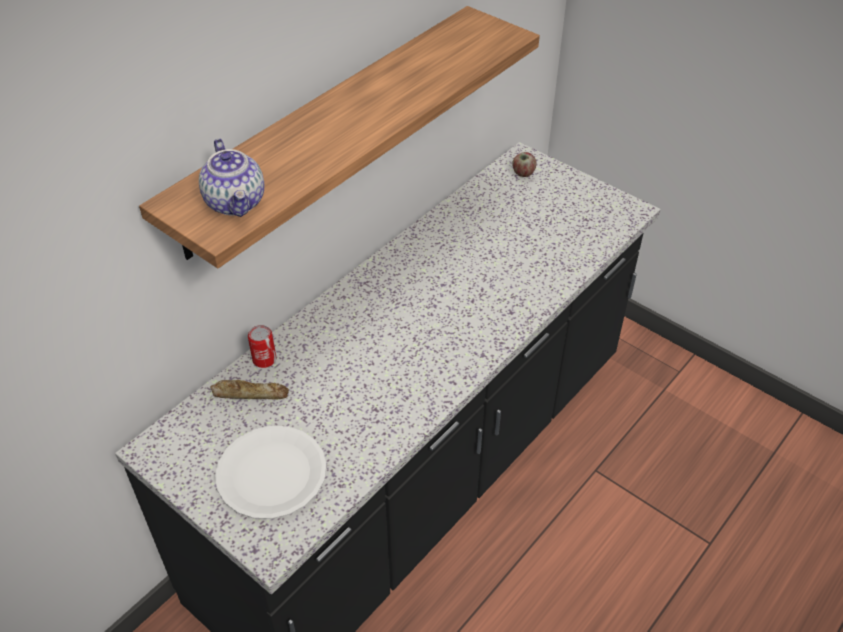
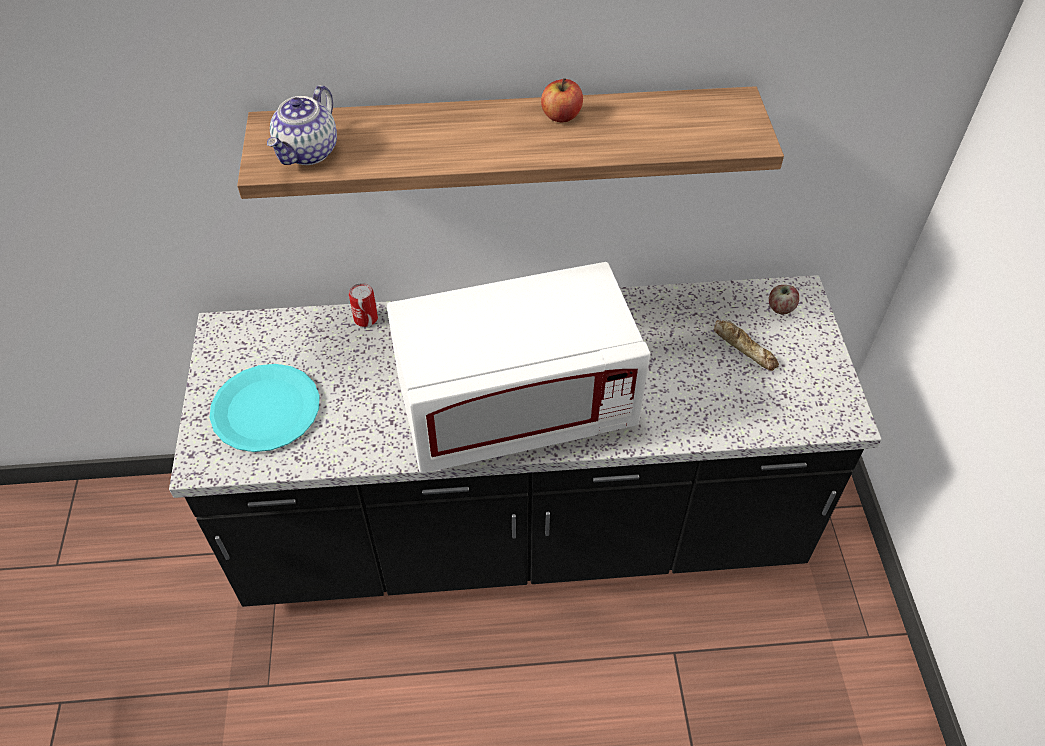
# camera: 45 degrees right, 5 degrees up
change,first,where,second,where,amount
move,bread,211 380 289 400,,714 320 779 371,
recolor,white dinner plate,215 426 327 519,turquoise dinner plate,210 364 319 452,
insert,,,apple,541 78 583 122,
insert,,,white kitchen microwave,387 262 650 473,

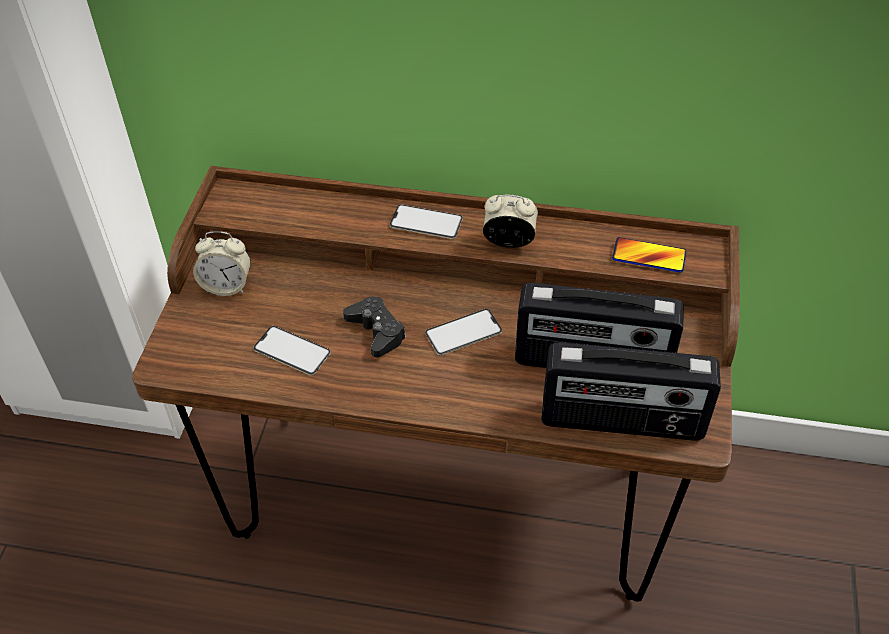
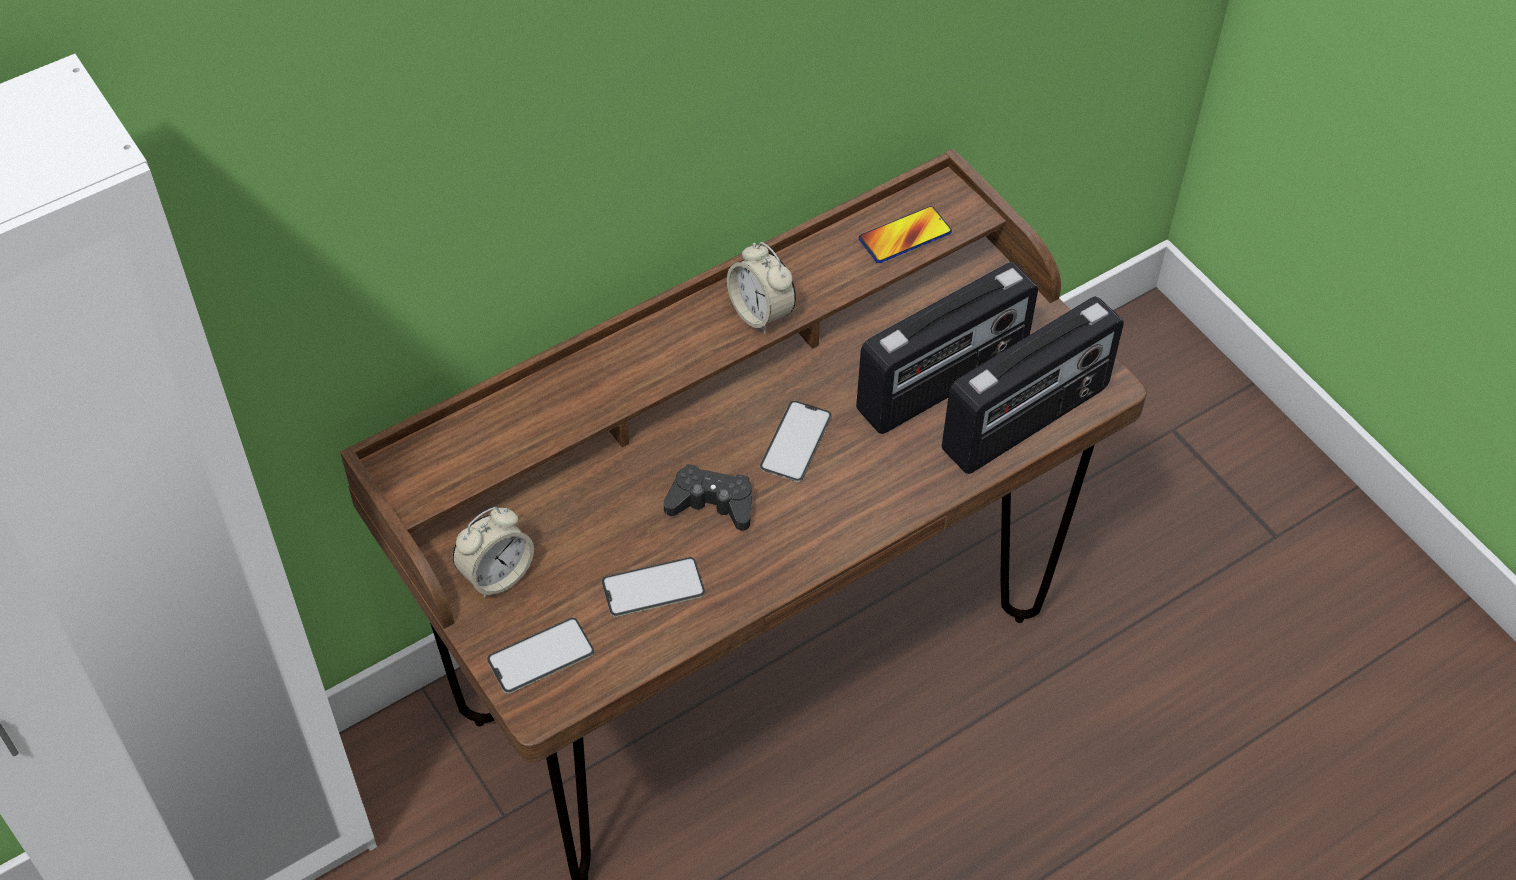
# camera: 45 degrees left, 5 degrees up
change,first,where,second,where,amount
rotate,bedside clock,483 195 538 248,,727 242 796 334,90 degrees counterclockwise
move,handset,390 204 463 239,,487 617 594 694,

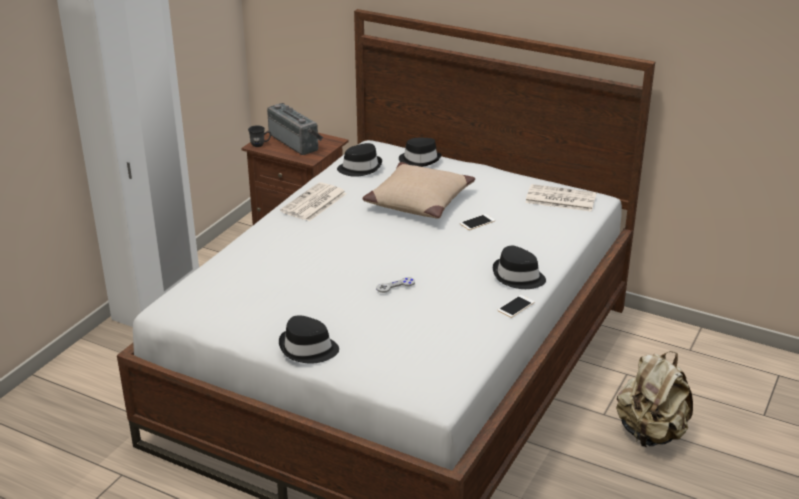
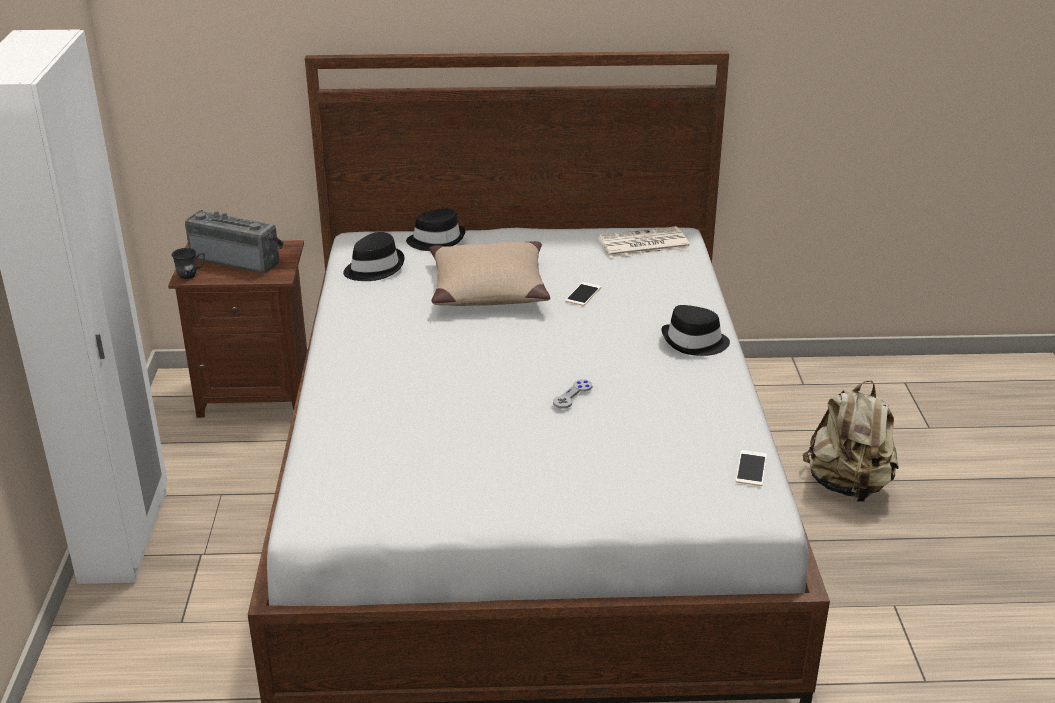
# camera: 30 degrees left, 0 degrees up
change,first,where,second,where,amount
delete,printed paper,280 182 347 221,,,
move,handset,497 295 535 318,,736 450 767 486,
delete,black-coloured wearable hat,279 315 339 364,,,

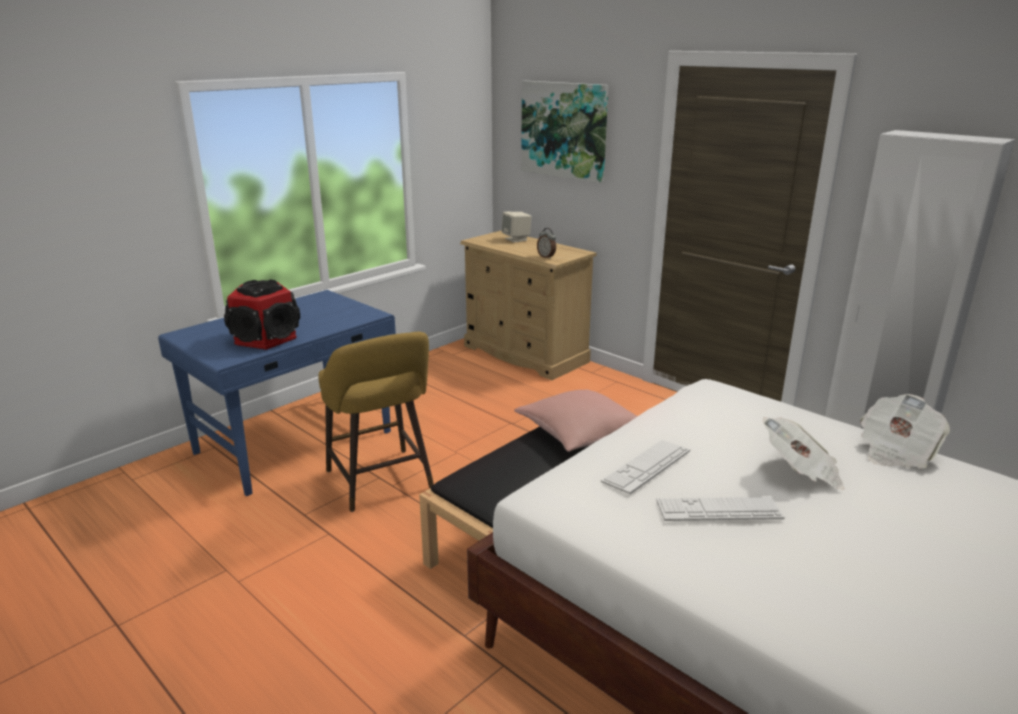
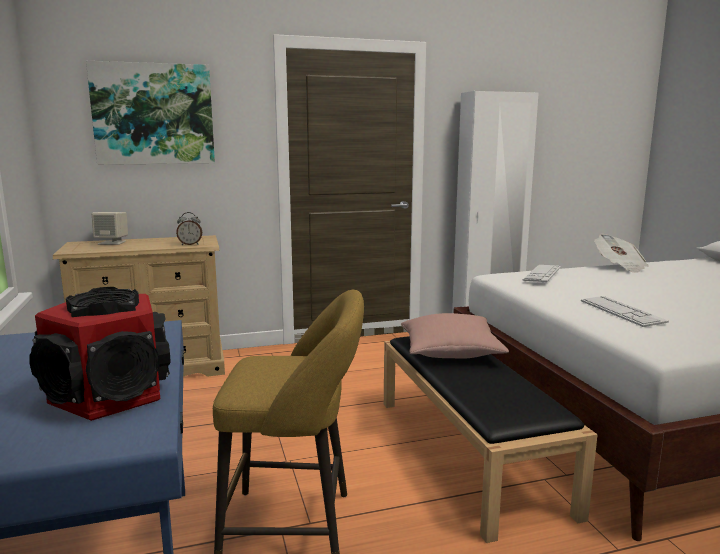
# camera: 60 degrees left, 10 degrees down
change,first,where,second,where,amount
delete,printed paper,763 417 845 490,,,
move,keyboard,656 497 785 521,,523 265 561 282,

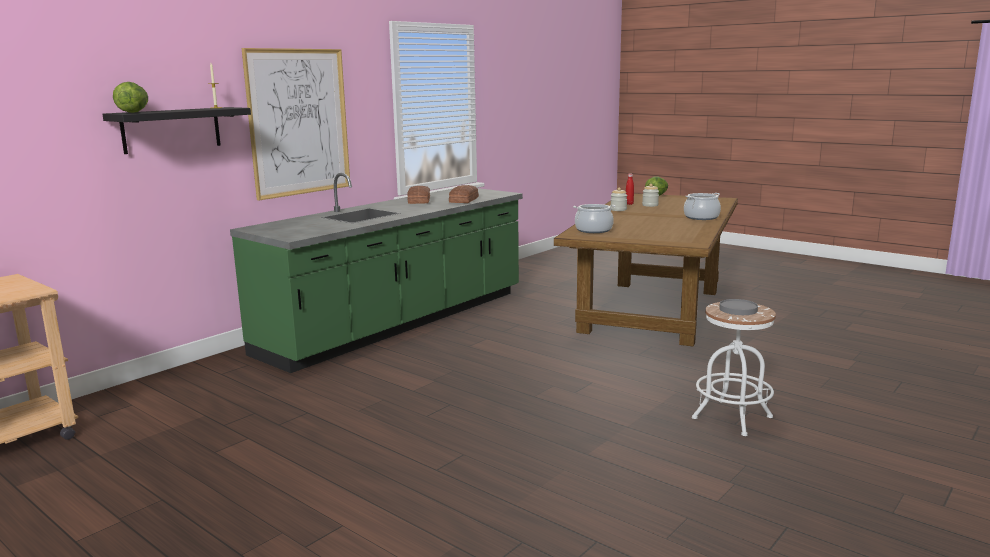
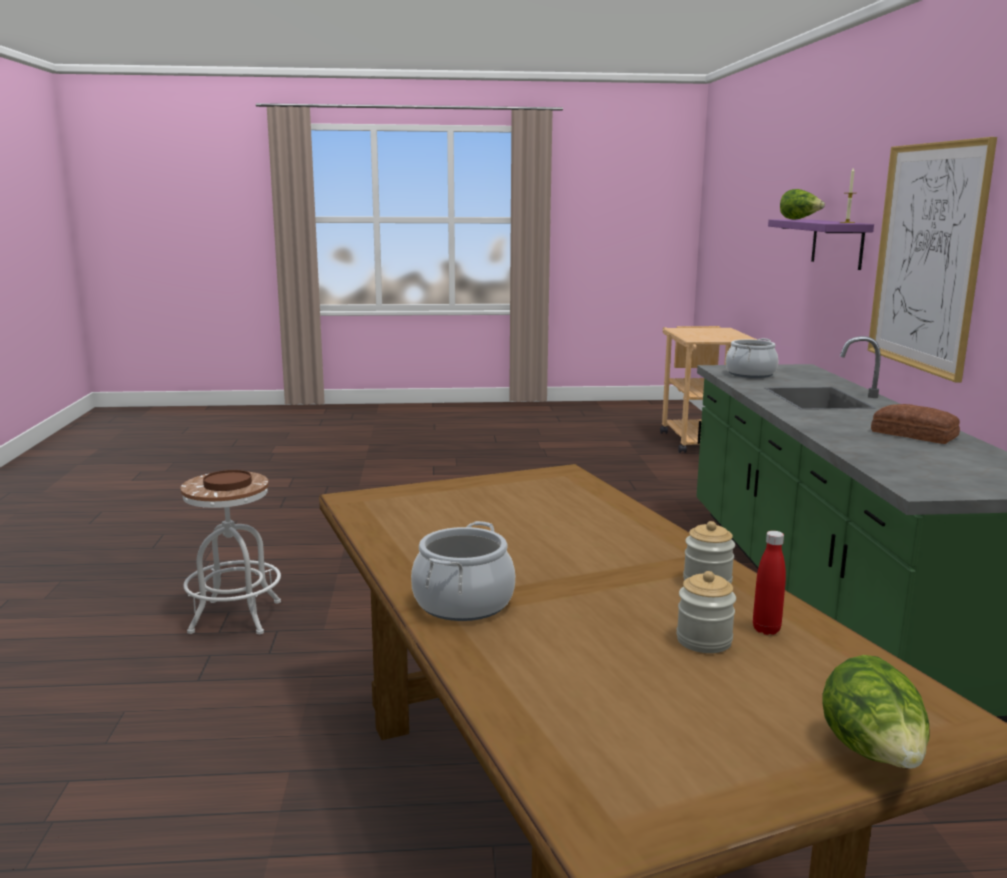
# camera: 135 degrees right, 0 degrees up
change,first,where,second,where,amount
recolor,black-coloured bracket shelf,102 107 251 154,purple bracket shelf,768 219 874 270,
delete,bread,449 185 479 203,,,
move,stockpot,573 204 615 233,,726 338 778 378,
recolor,greyish dinner plate,719 299 758 315,brown-coloured dinner plate,203 470 252 491,

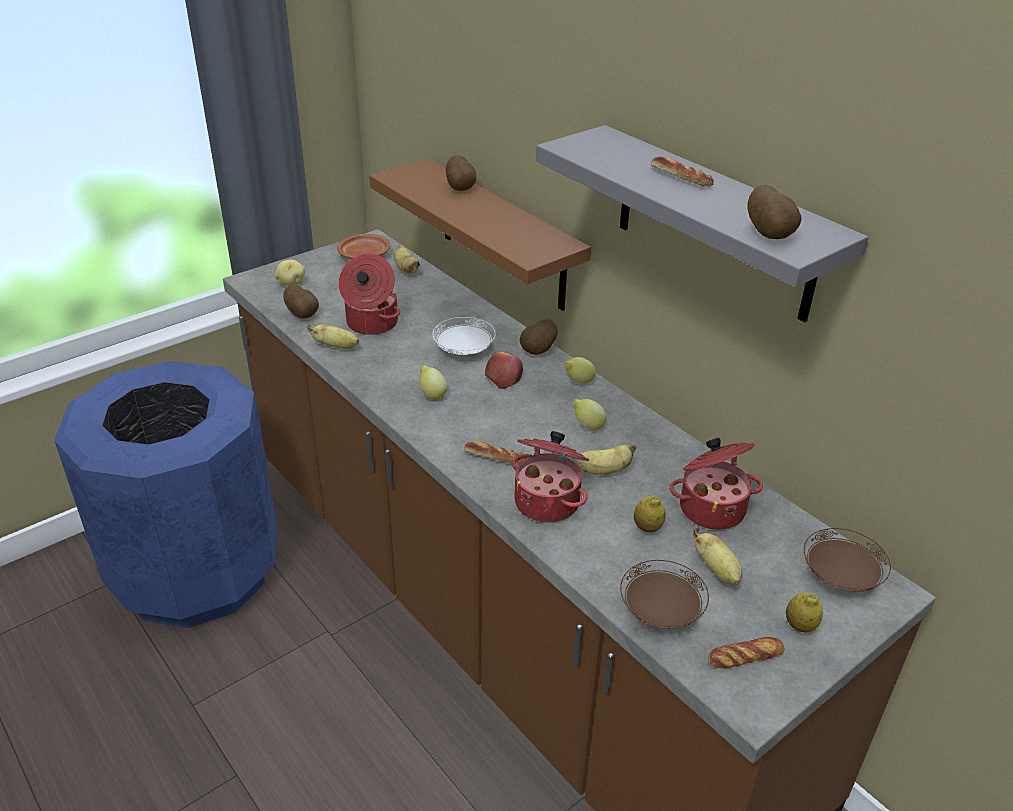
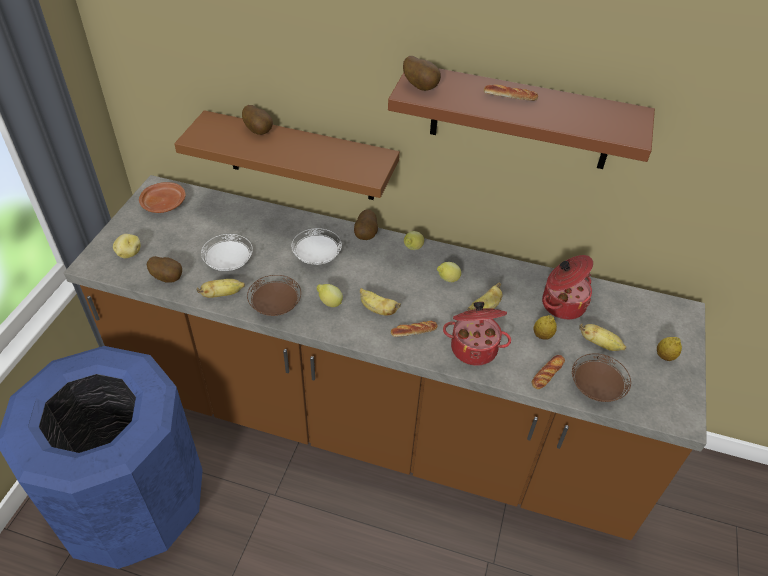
# camera: 35 degrees left, 10 degrees up
change,first,where,second,where,amount
recolor,greyish bracket shelf,536 125 869 322,brown-coloured bracket shelf,388 68 655 169,
move,whole potato,747 185 802 239,,403 56 441 91,
move,banana fruit,394 245 420 274,,360 288 401 315,
replace,stockpot,339 254 400 335,white dinner plate,201 234 253 271,
delete,apple,485 352 523 389,,,
move,brown-coloured dinner plate,804 528 891 592,,247 275 301 316,
move,bread,708 637 785 668,,531 355 565 389,

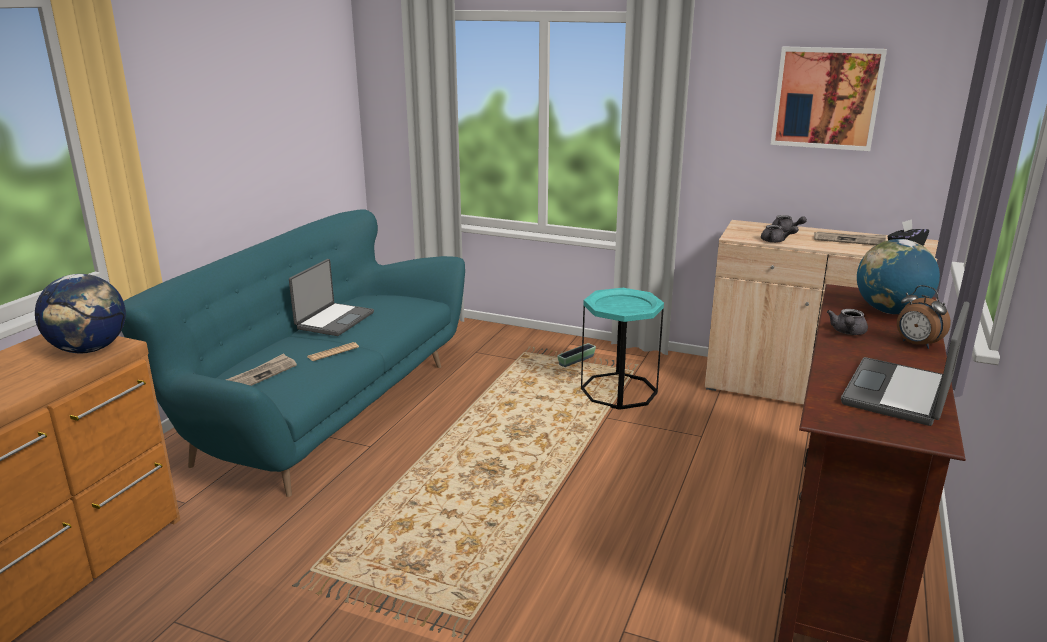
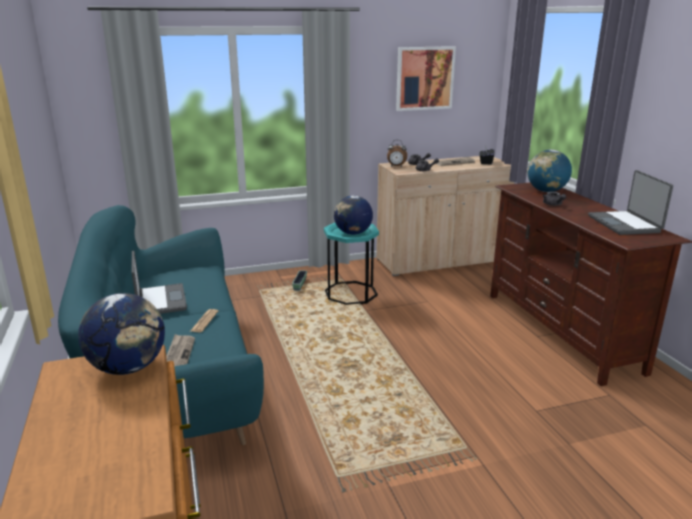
# camera: 40 degrees left, 0 degrees up
change,first,where,second,where,amount
move,bedside clock,897 285 951 349,,387 140 407 167,
insert,,,world globe,334 196 373 235,

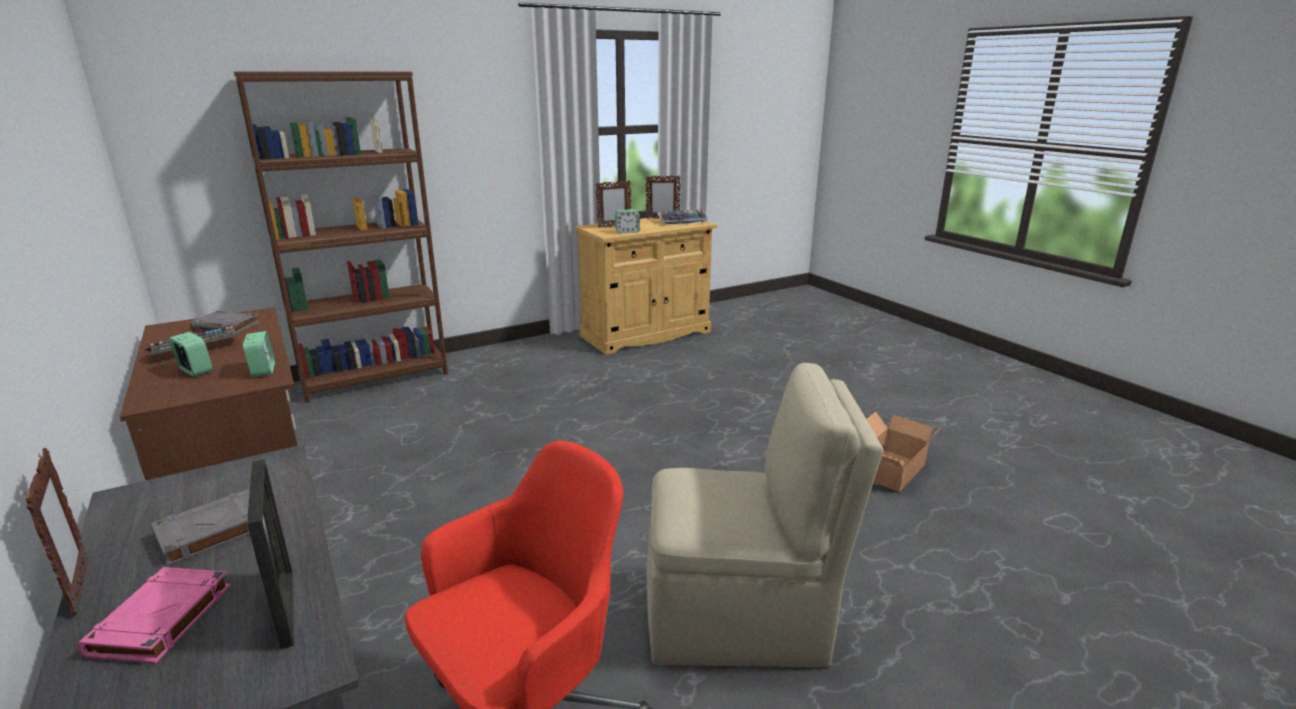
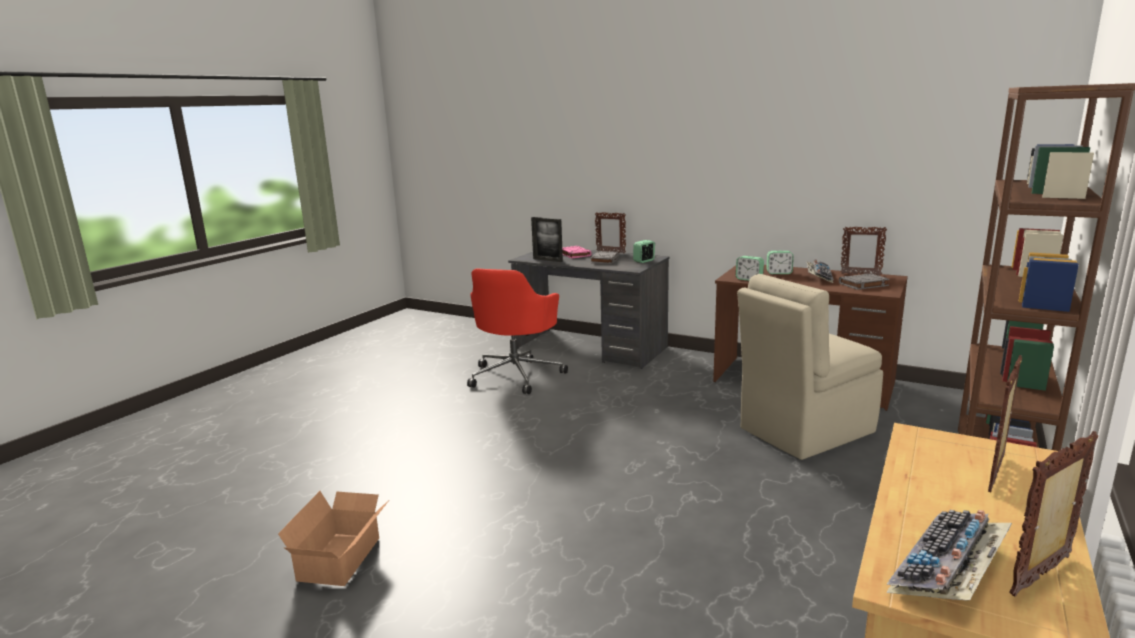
# camera: 150 degrees right, 5 degrees down
change,first,where,second,where,amount
move,bedside clock,615 210 640 233,,633 240 655 263,
move,sand-coloured chair,646 363 883 667,,737 274 883 460,
insert,,,picture frame,840 226 887 276,

